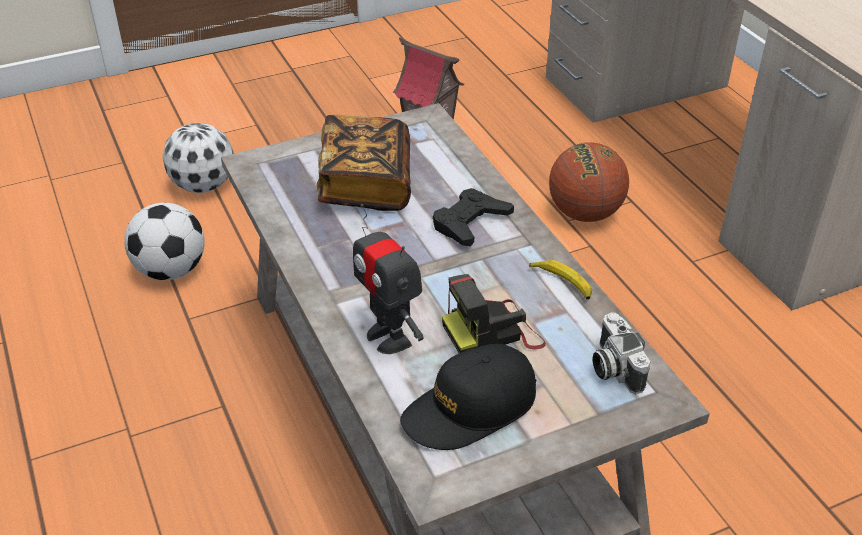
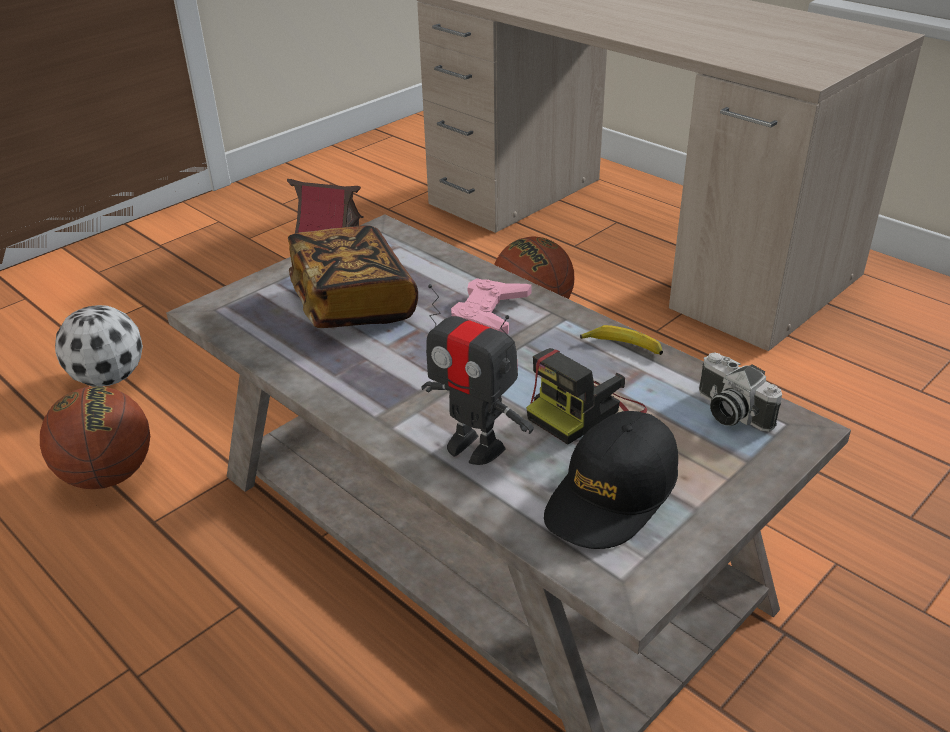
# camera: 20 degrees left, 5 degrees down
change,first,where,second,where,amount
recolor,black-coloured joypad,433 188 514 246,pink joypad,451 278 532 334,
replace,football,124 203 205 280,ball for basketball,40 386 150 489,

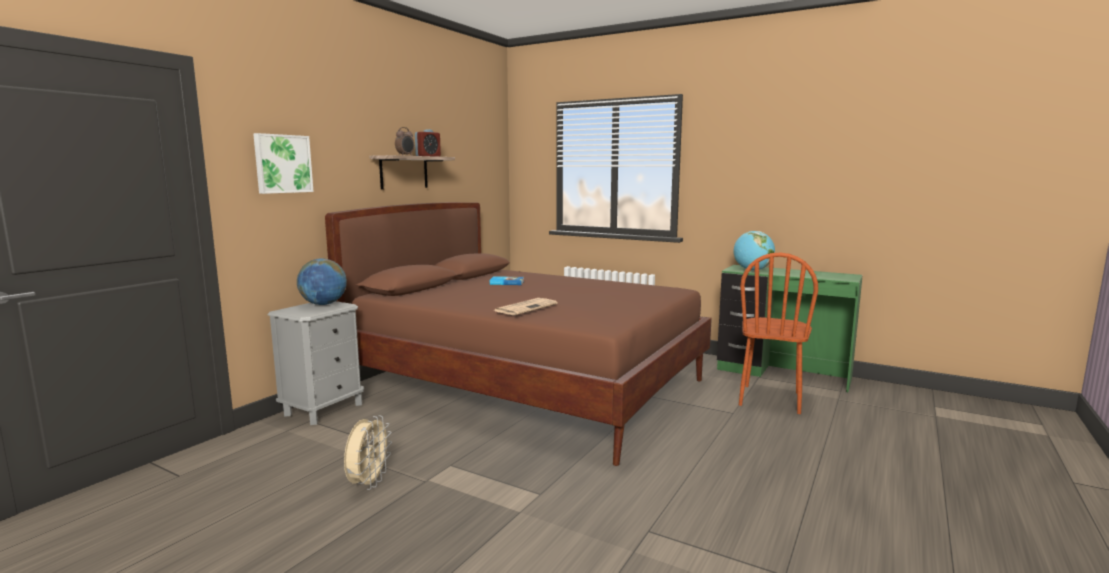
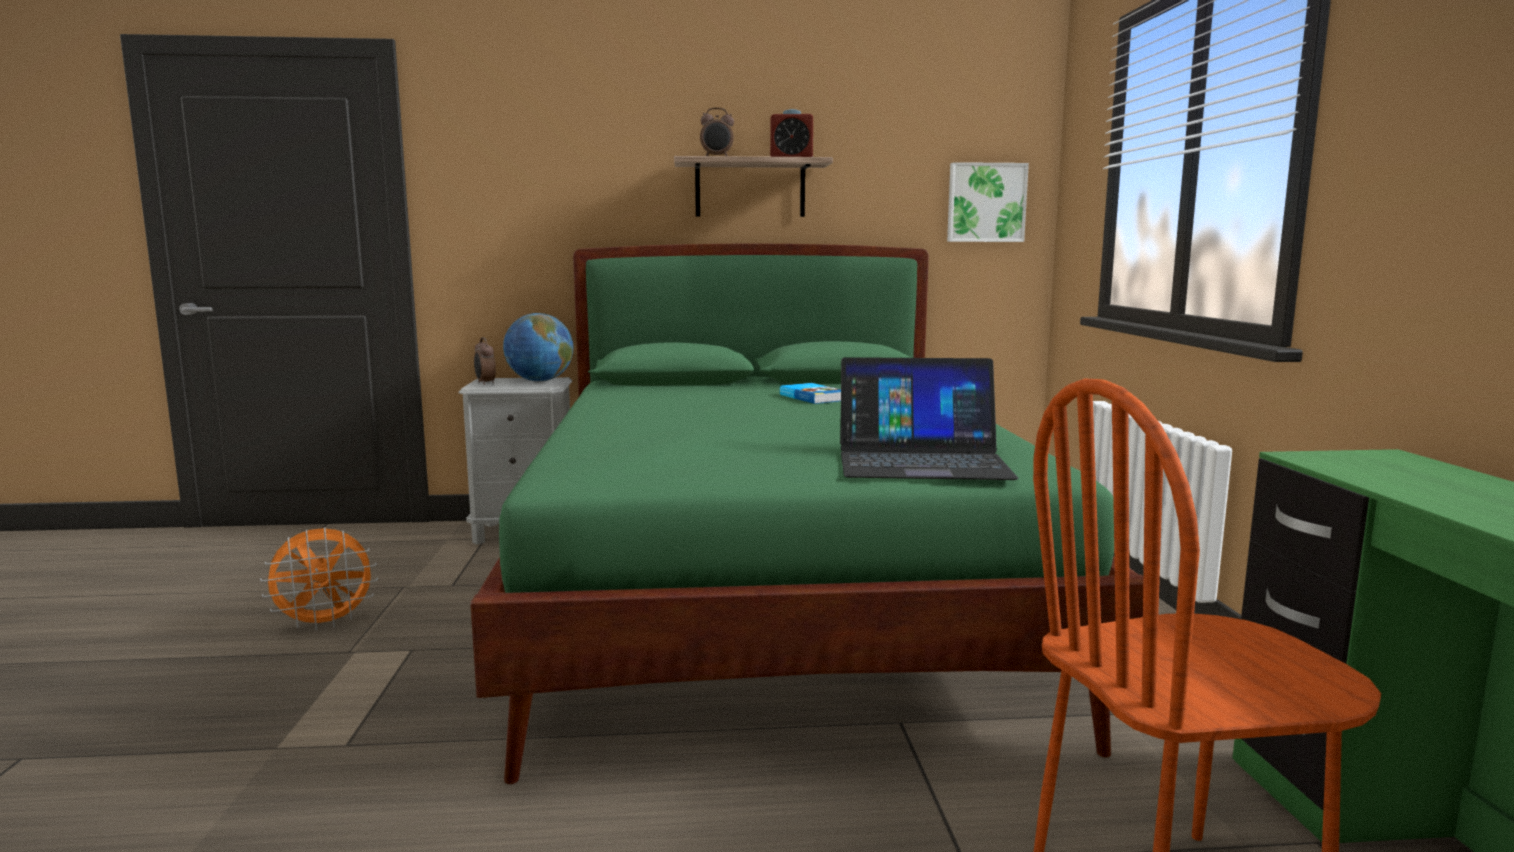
# camera: 55 degrees right, 0 degrees up
change,first,where,second,where,amount
move,wall art,253 133 314 194,,947 162 1029 242,
recolor,brown-coloured bedroom bed,325 202 712 466,green bedroom bed,470 244 1143 784,
delete,world globe,734 231 775 271,,,
delete,printed paper,494 298 558 315,,,
recolor,sand-coloured cooling fan,344 415 392 490,orange cooling fan,260 527 378 631,
insert,,,bedside clock,474 337 496 385,
insert,,,portable computer,840 357 1018 480,

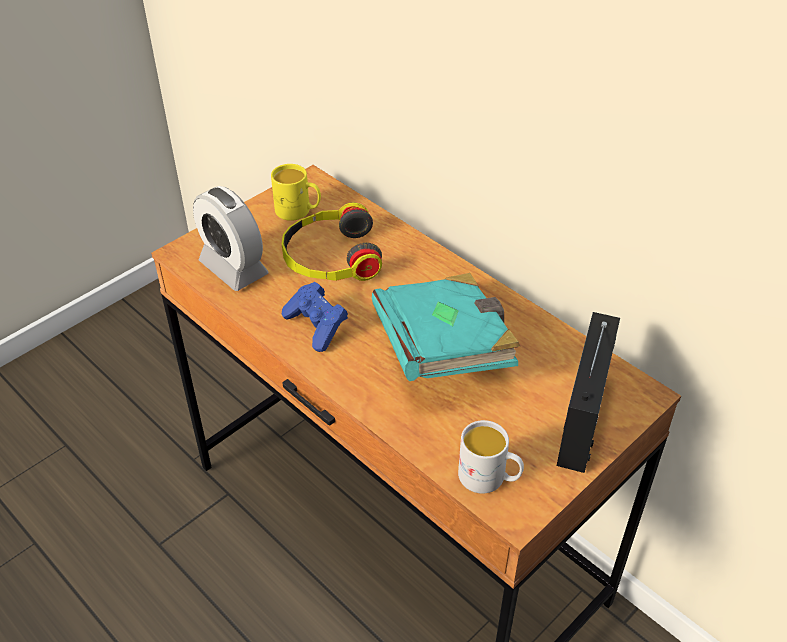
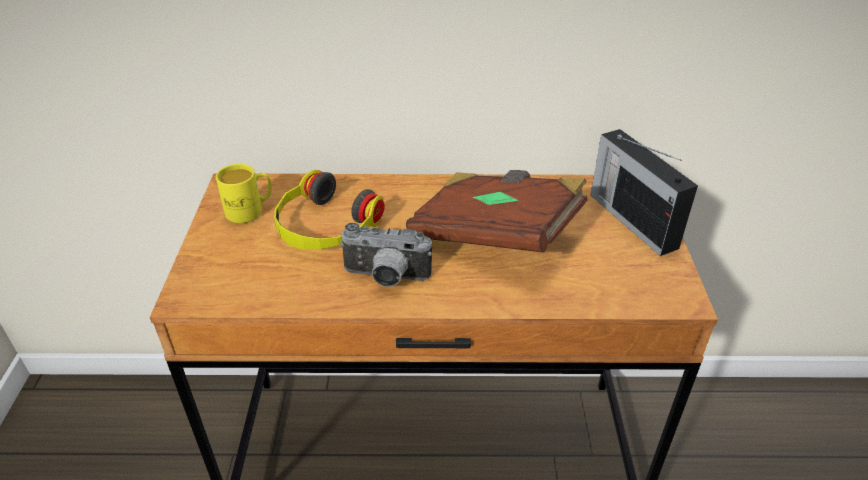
# camera: 45 degrees left, 5 degrees down
change,first,where,second,where,amount
delete,bedside clock,193 186 269 291,,,
recolor,turquoise volume,372 273 520 381,brown-coloured volume,406 170 588 253,
replace,bluish joypad,282 282 348 352,photo camera,339 223 432 287,
delete,white mug,458 420 524 494,,,

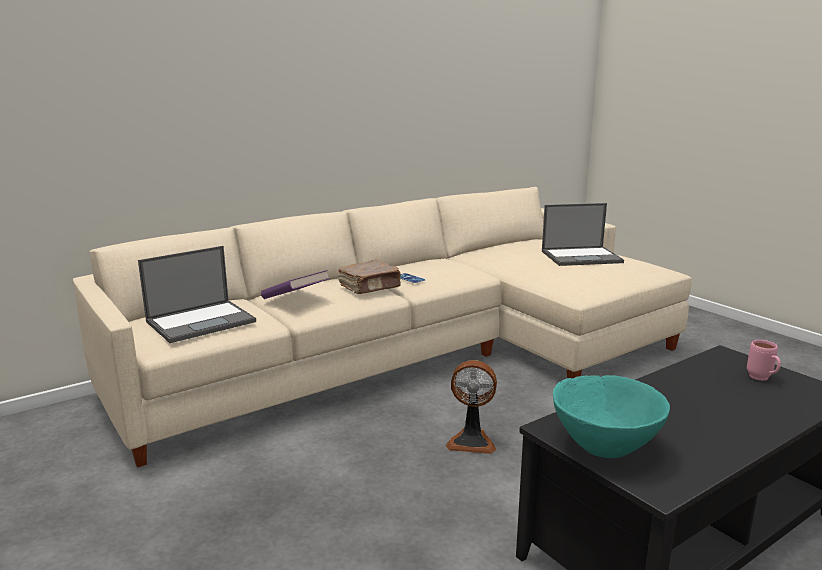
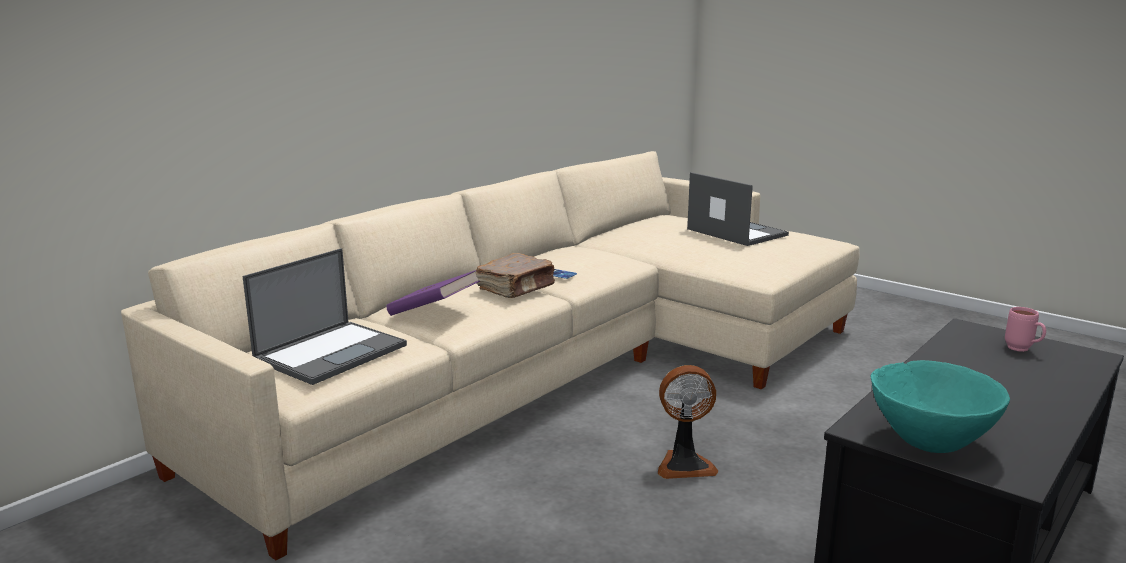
# camera: 15 degrees left, 0 degrees up
change,first,where,second,where,amount
rotate,portable computer,542 203 624 266,,687 172 789 246,105 degrees counterclockwise

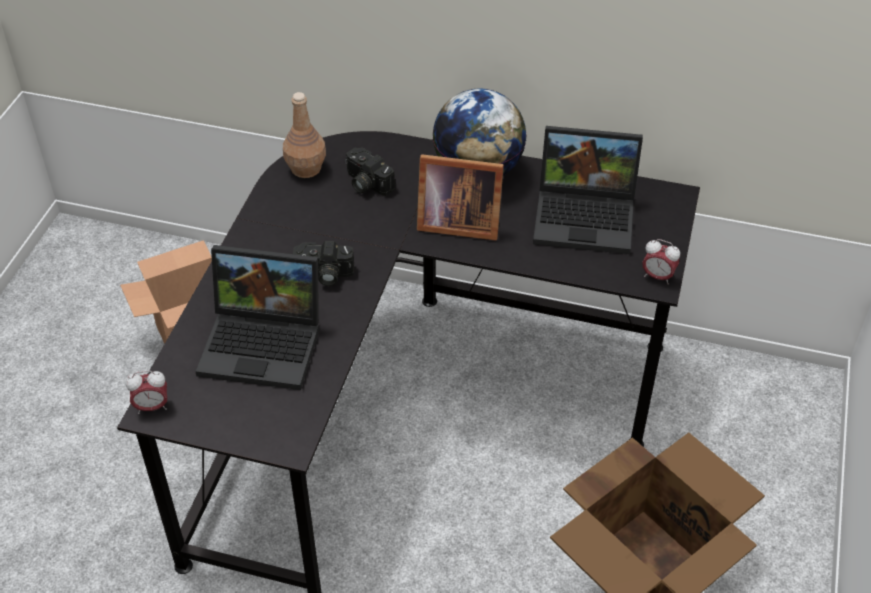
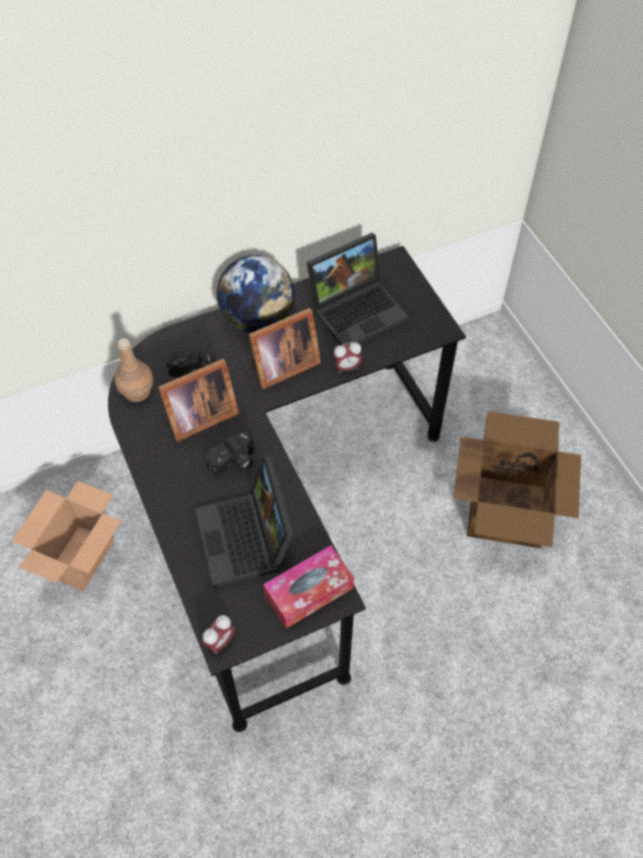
# camera: 40 degrees left, 10 degrees up
change,first,where,second,where,amount
move,bedside clock,642 239 680 284,,333 342 362 373,
rotate,portable computer,195 245 319 390,,195 456 294 588,105 degrees clockwise
insert,,,picture frame,158 359 239 442,
insert,,,box of tissues,263 546 354 629,

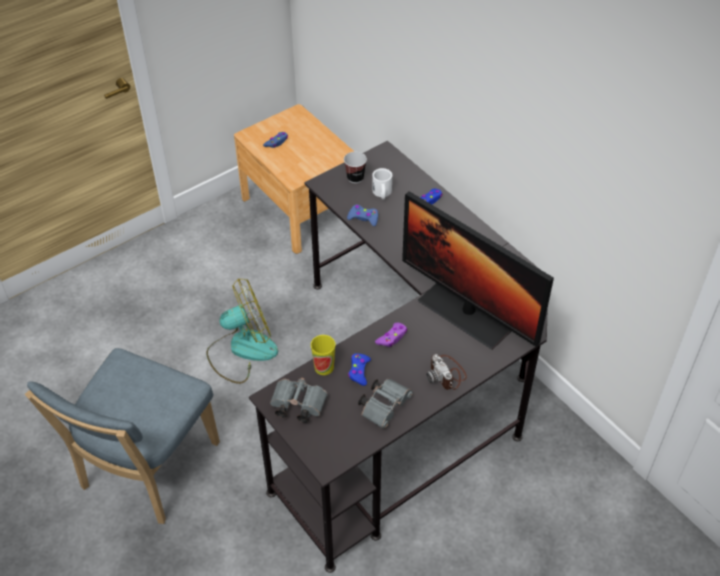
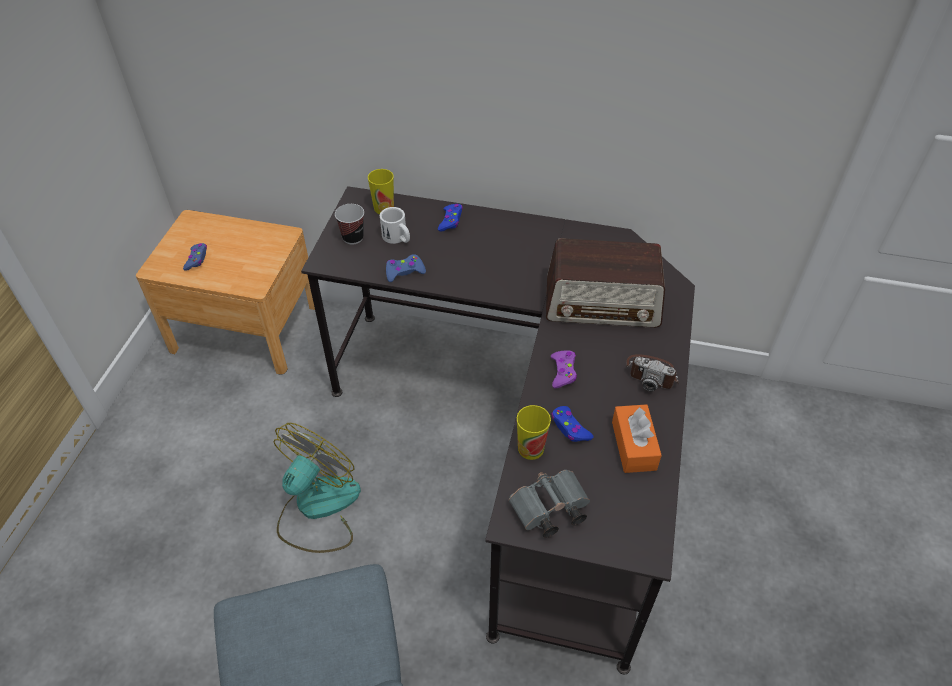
# camera: 40 degrees left, 0 degrees up
change,first,where,second,where,amount
replace,computer screen,402 191 554 350,radio,546 238 665 328,
replace,greyish pair of binoculars,358 379 413 429,orange box of tissues,612 404 662 473,
insert,,,drinking cup,368 169 394 214,

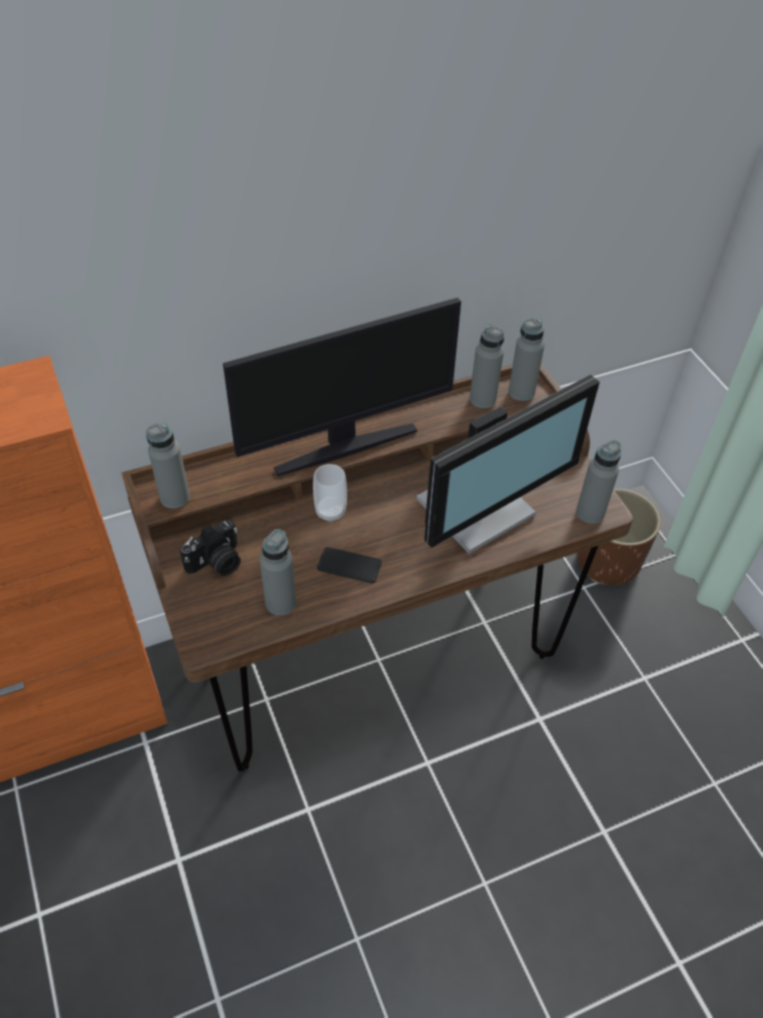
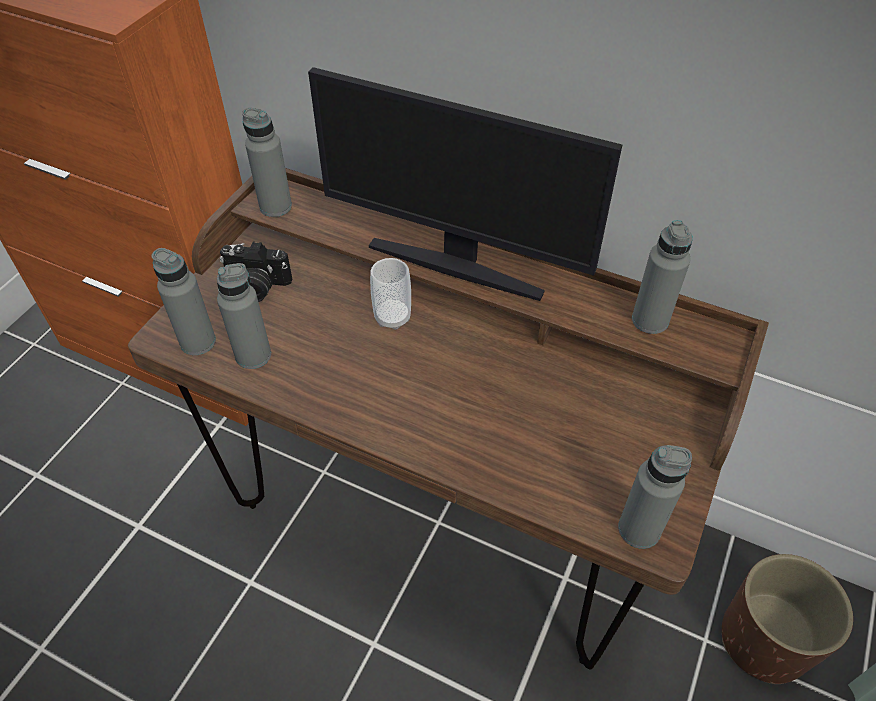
# camera: 50 degrees right, 0 degrees up
change,first,where,second,where,amount
move,greyish beverage bottle,508 318 545 401,,151 248 216 355,
delete,computer screen,416 374 600 554,,,
delete,handset,317 547 382 583,,,

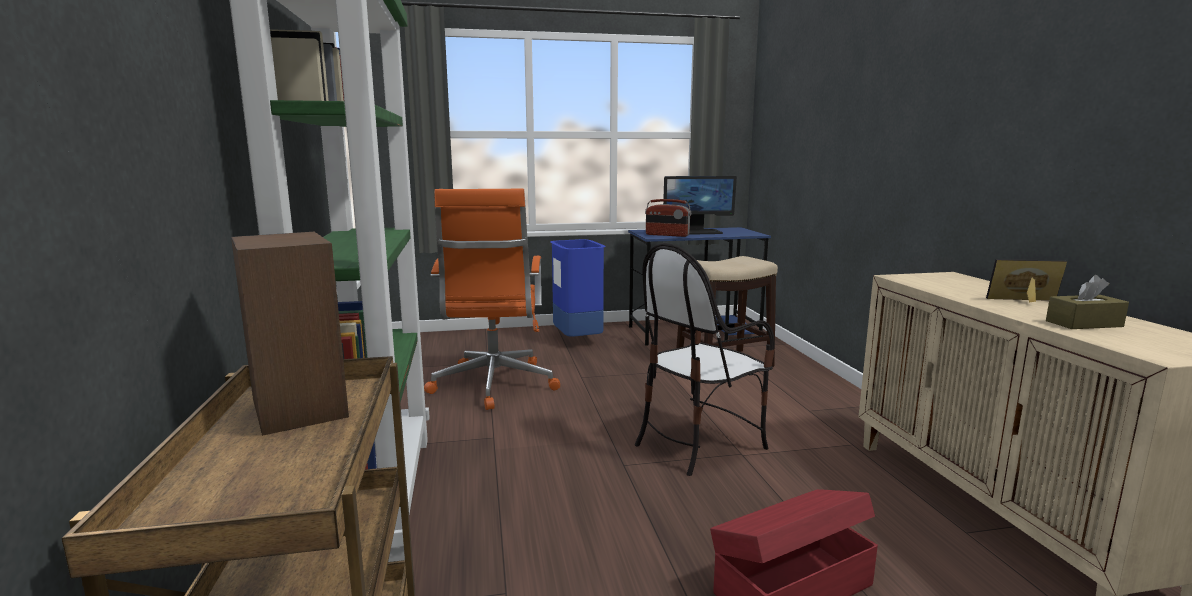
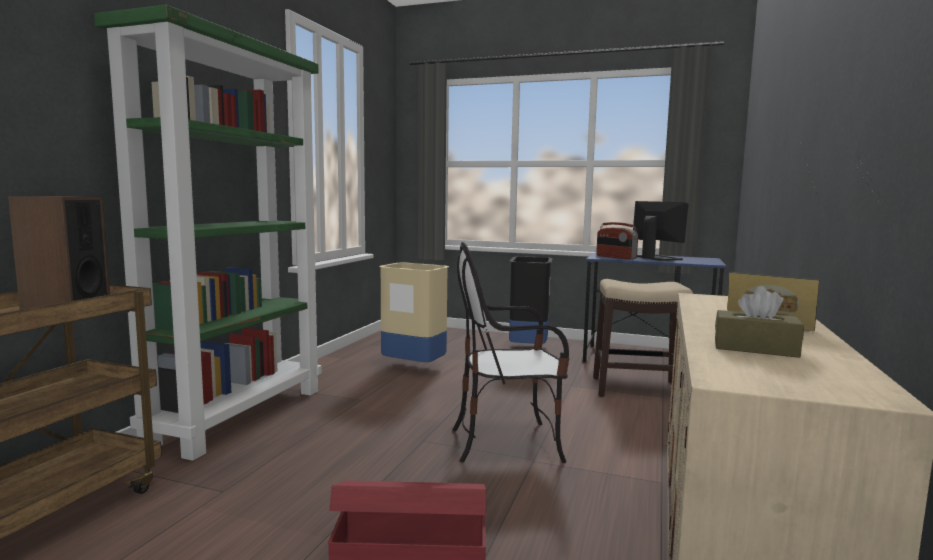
# camera: 30 degrees right, 5 degrees down
change,first,where,second,where,amount
rotate,computer screen,663 176 737 235,,633 201 689 261,135 degrees counterclockwise
replace,orange desk chair,424 189 560 410,sand-coloured rubbish bin,379 263 449 362,
recolor,bluish rubbish bin,551 239 605 337,black-coloured rubbish bin,509 256 552 344,

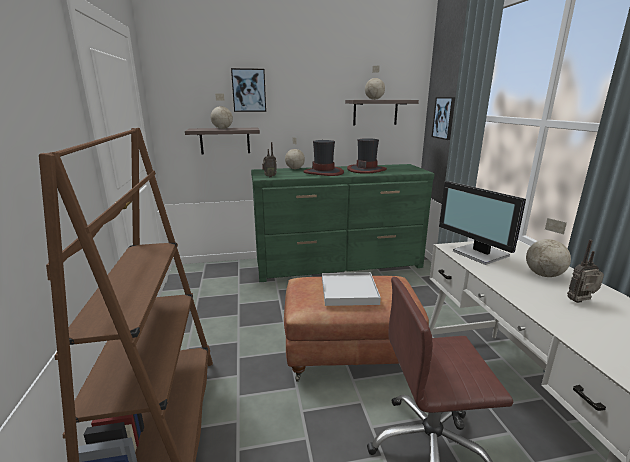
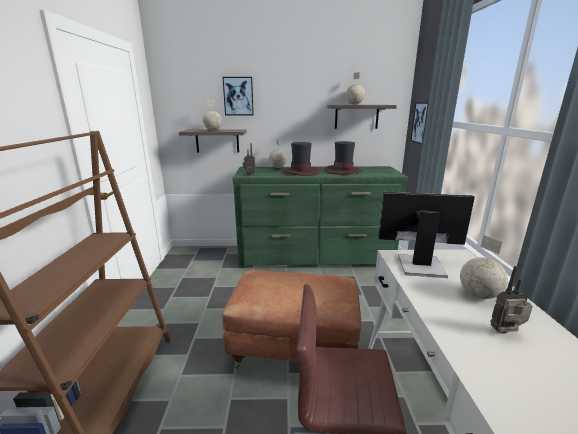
# camera: 10 degrees right, 0 degrees up
change,first,where,second,where,amount
rotate,computer screen,439 181 526 265,,378 192 475 278,120 degrees clockwise
delete,white carrying tray,322 272 381 306,,,

